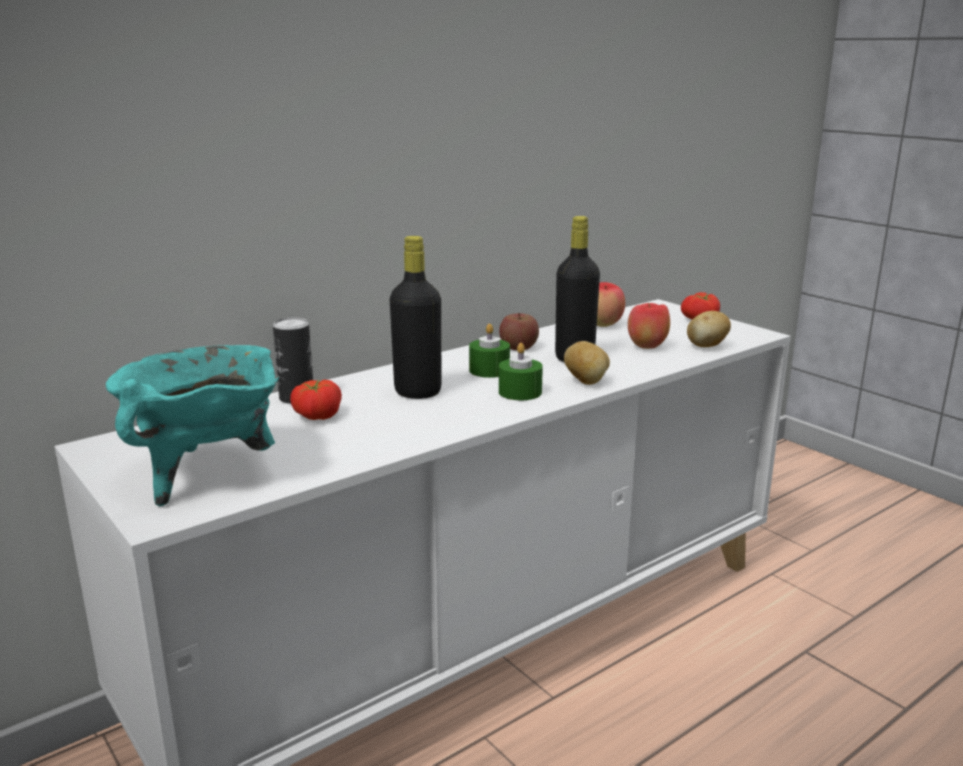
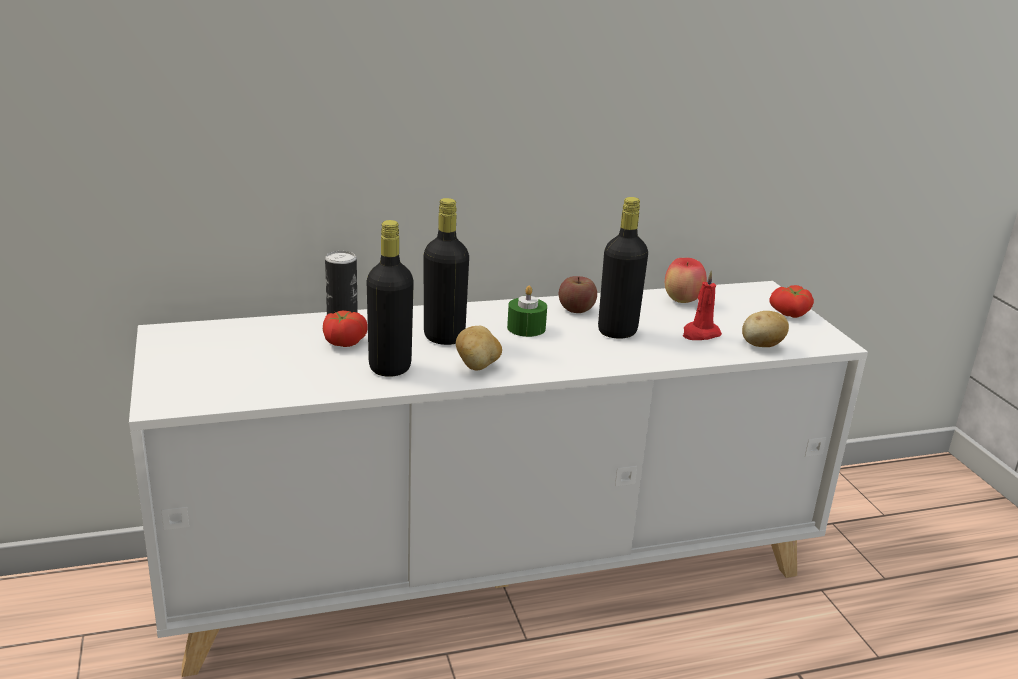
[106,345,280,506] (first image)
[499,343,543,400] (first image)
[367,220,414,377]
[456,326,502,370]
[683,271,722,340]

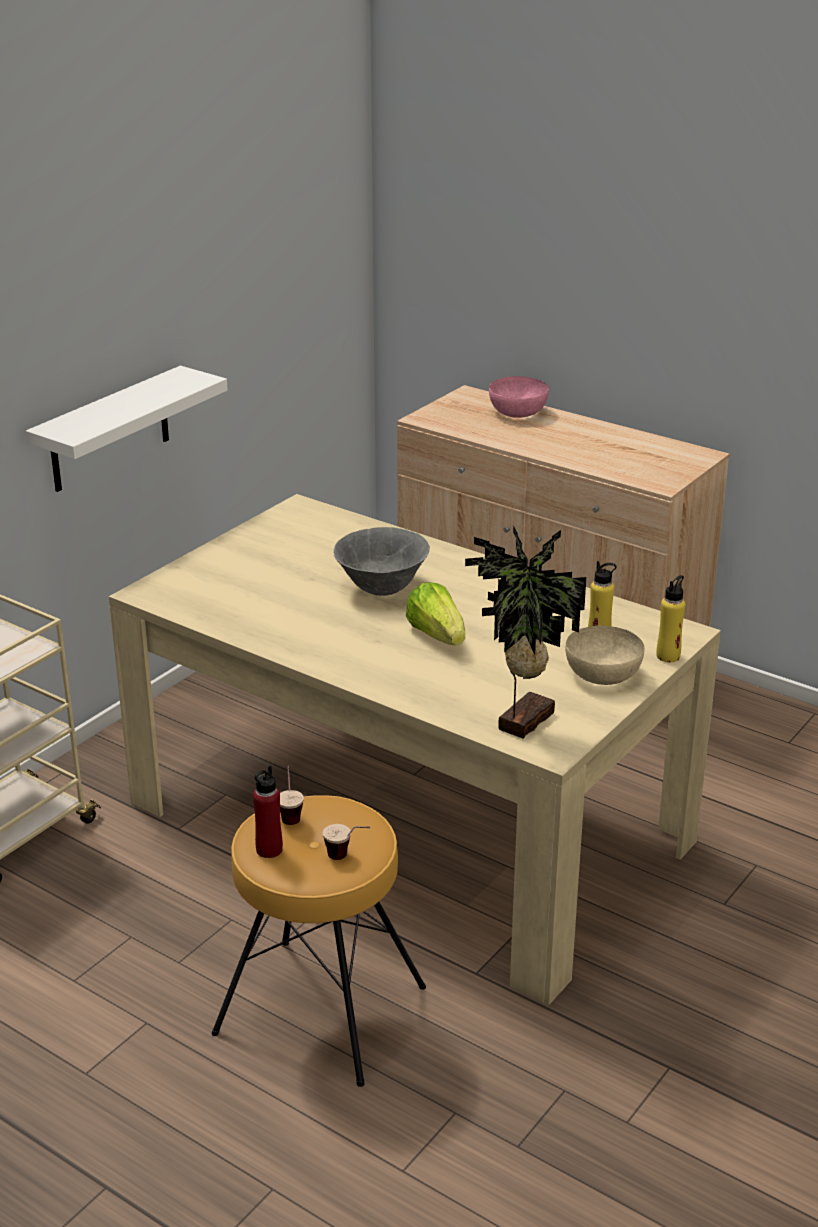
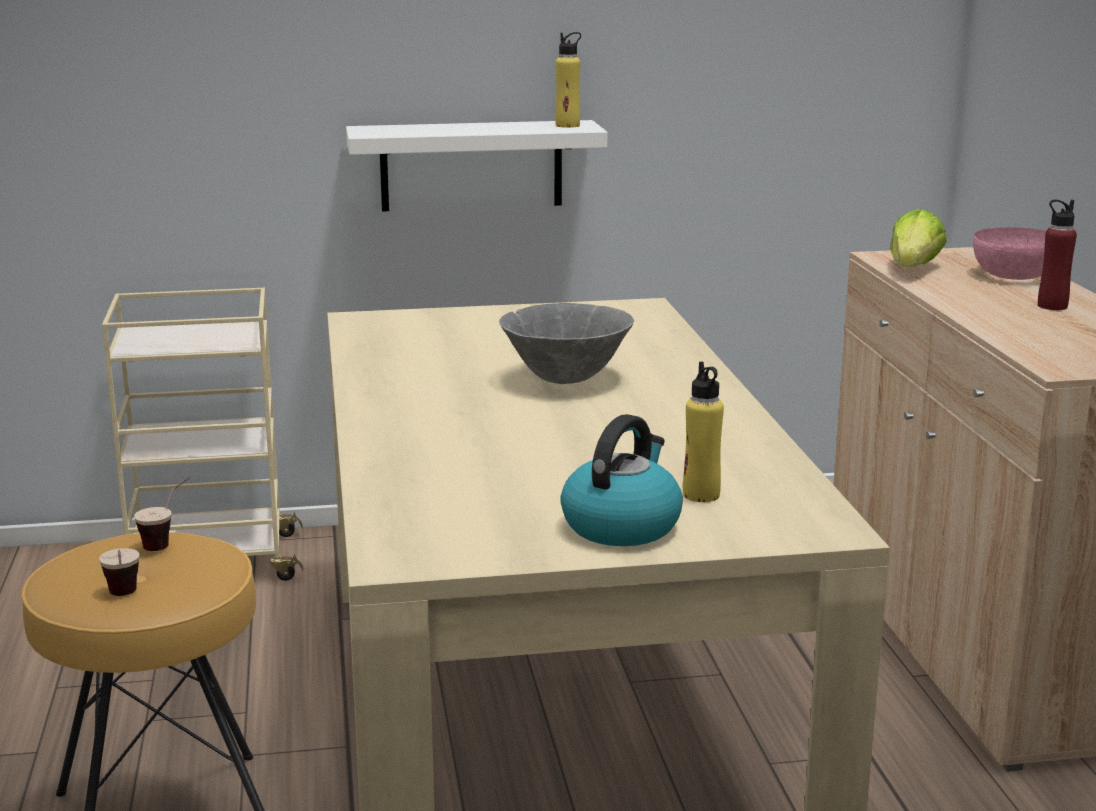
[465,525,586,739] (first image)
[1038,200,1077,310]
[890,209,947,267]
[555,32,581,128]
[560,414,683,546]

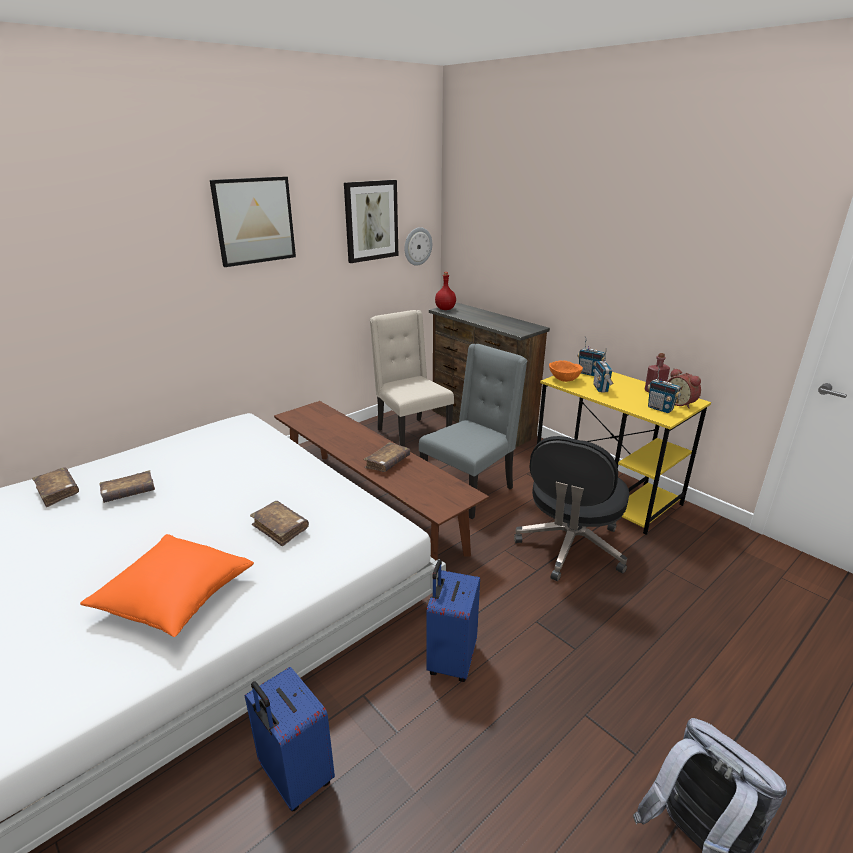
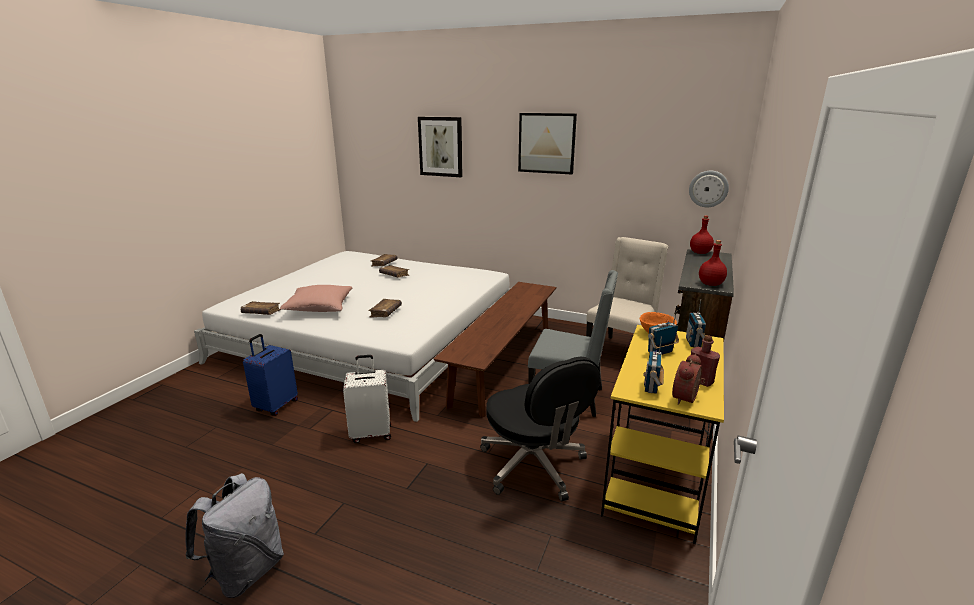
[699,240,727,286]
[418,117,463,177]
[241,301,281,315]
[280,285,352,312]
[343,355,391,443]
[480,357,600,501]

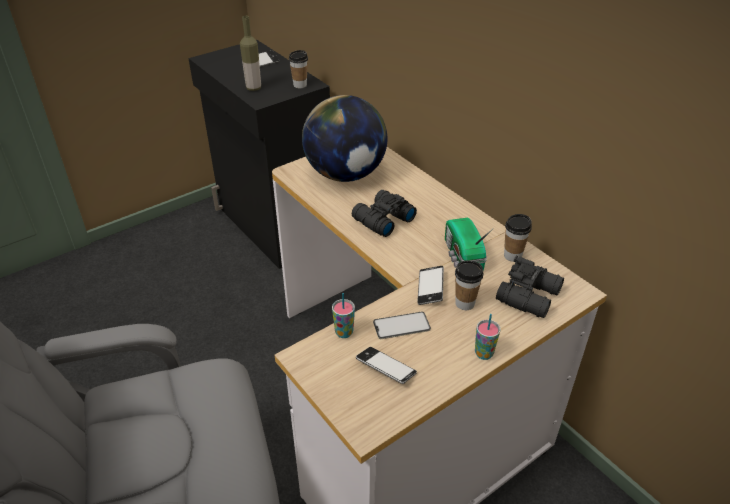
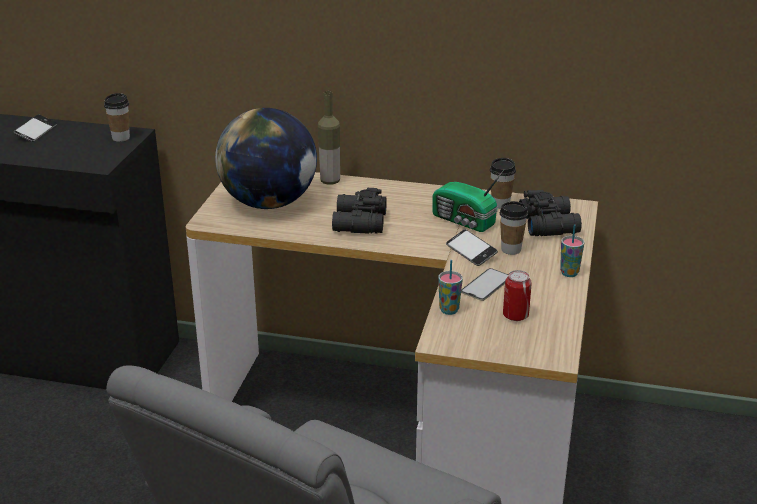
[318,91,340,185]
[503,270,532,321]

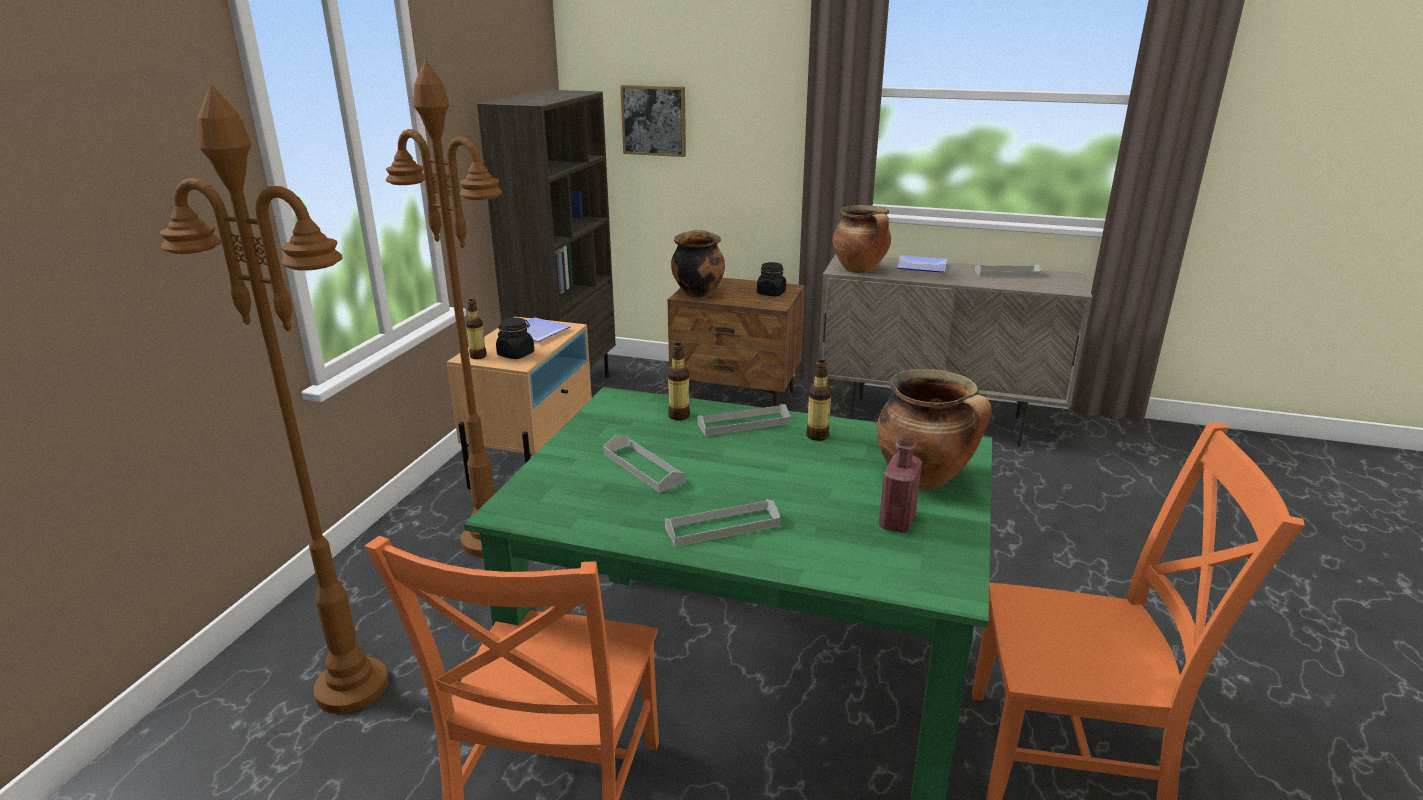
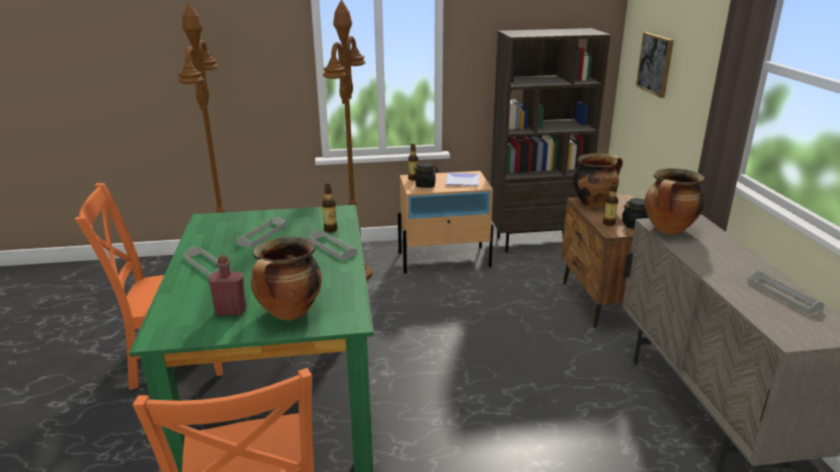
[897,255,947,272] (first image)
[603,183,618,226]

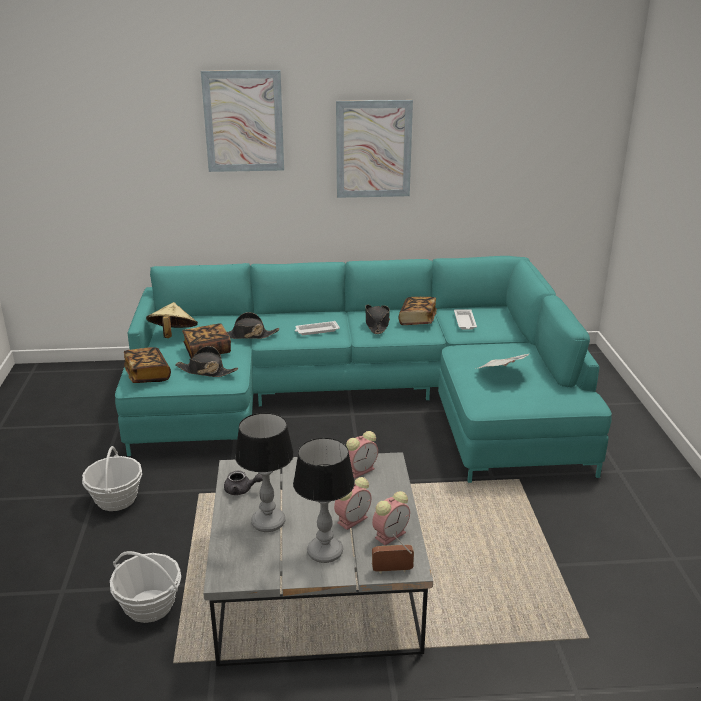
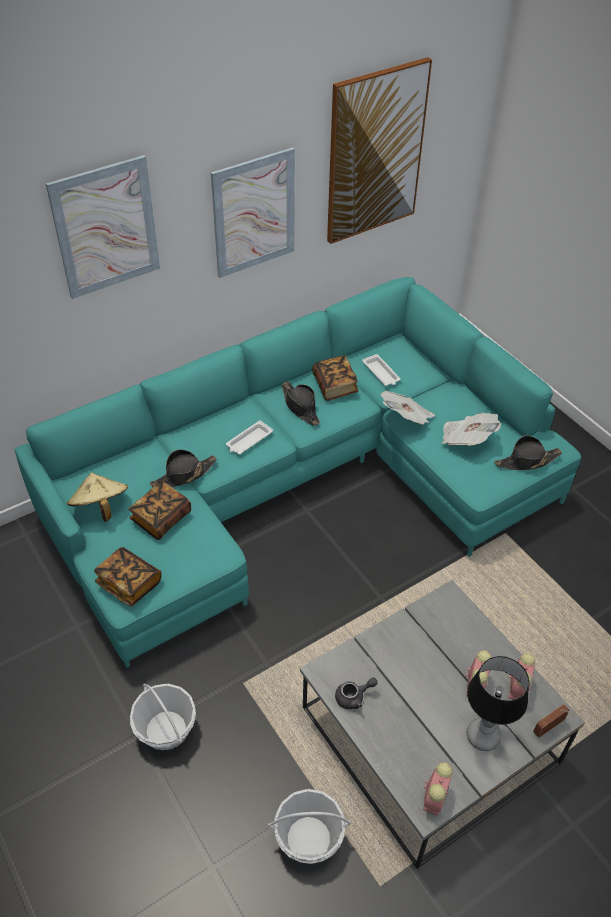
[235,413,294,532] (first image)
[327,57,432,244]
[381,391,435,425]
[494,435,562,470]
[423,762,452,816]

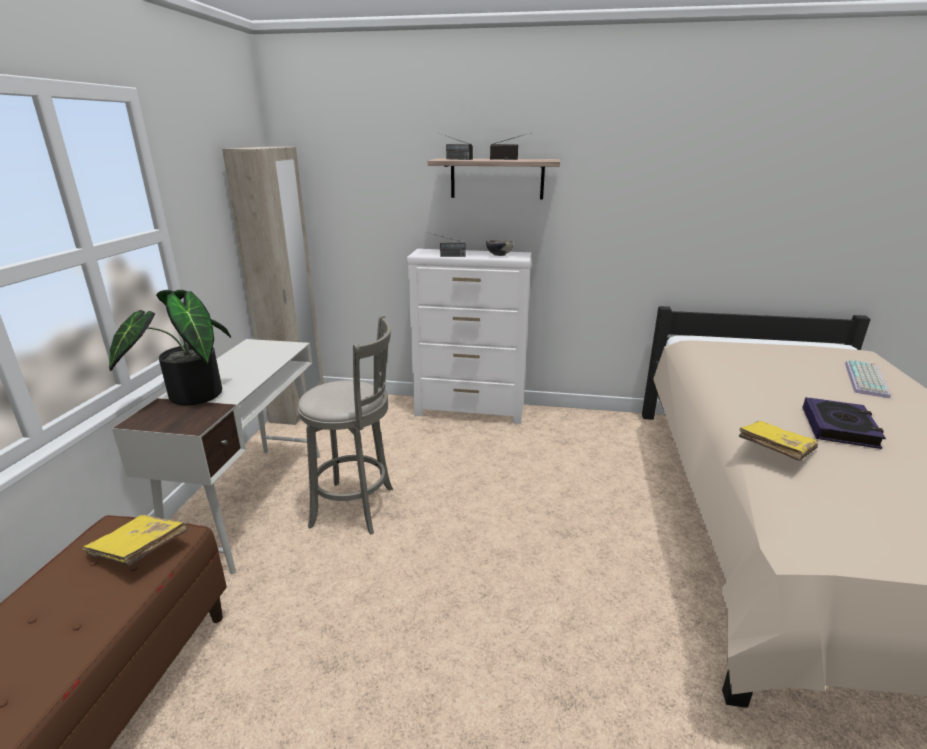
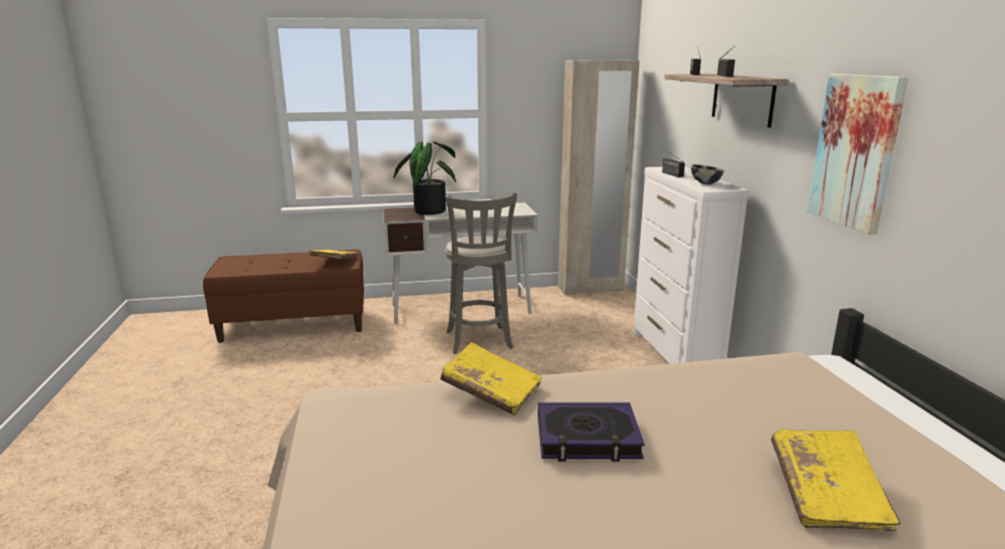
[807,74,908,235]
[771,430,901,531]

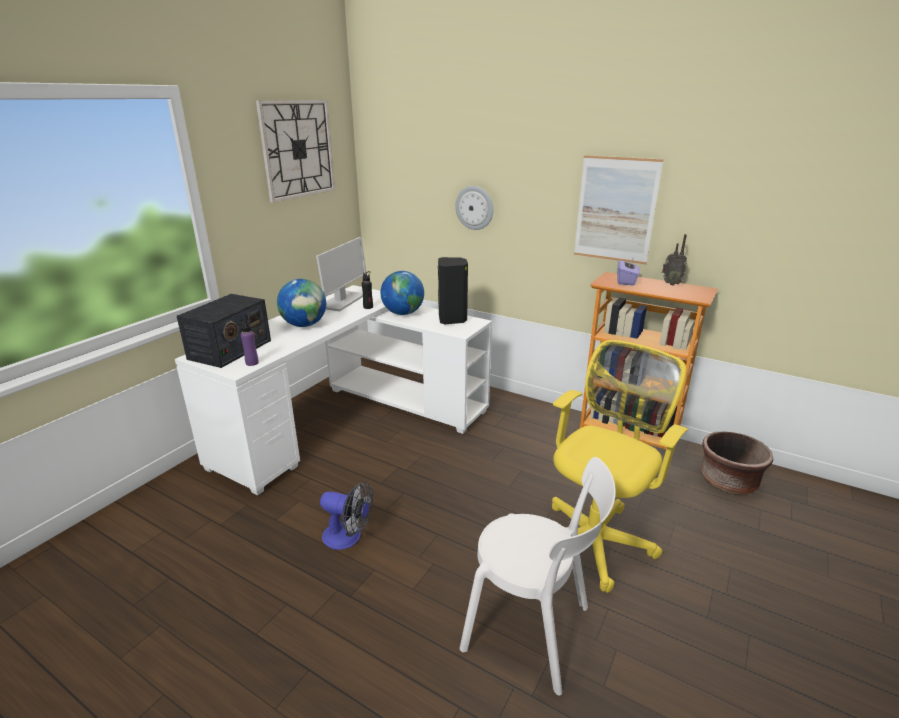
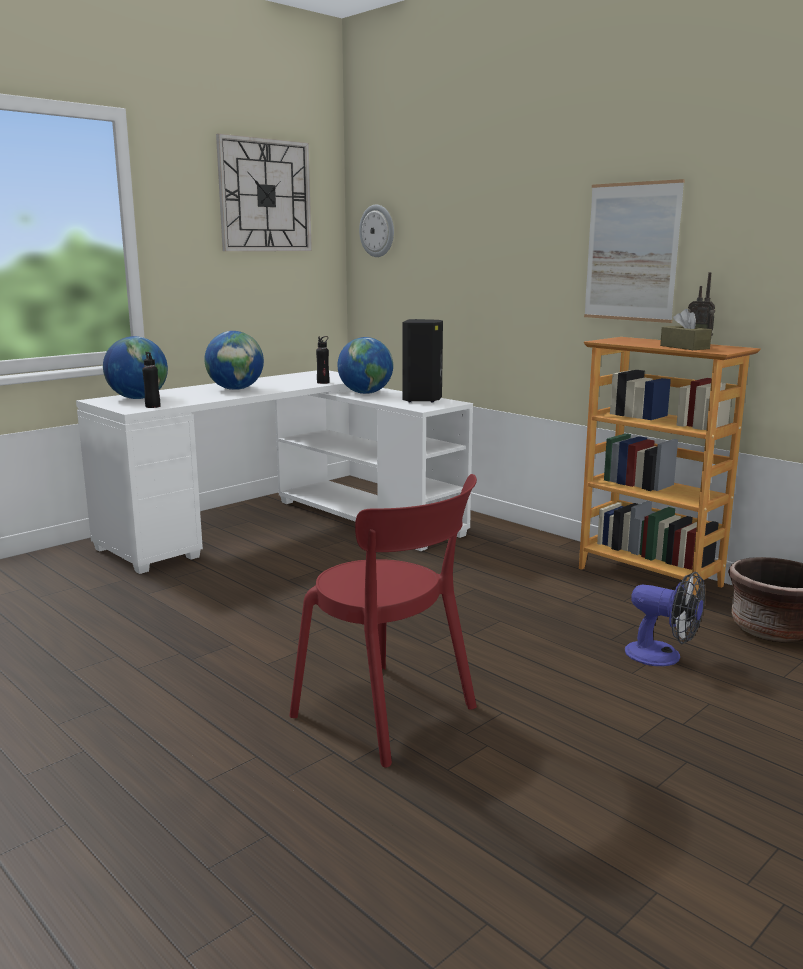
[316,237,366,311] (first image)
[552,340,688,593] (first image)
[617,257,640,286] (first image)
[660,309,712,350]
[625,572,705,666]
[359,204,394,257]
[103,336,168,399]
[142,352,160,408]
[289,474,477,768]

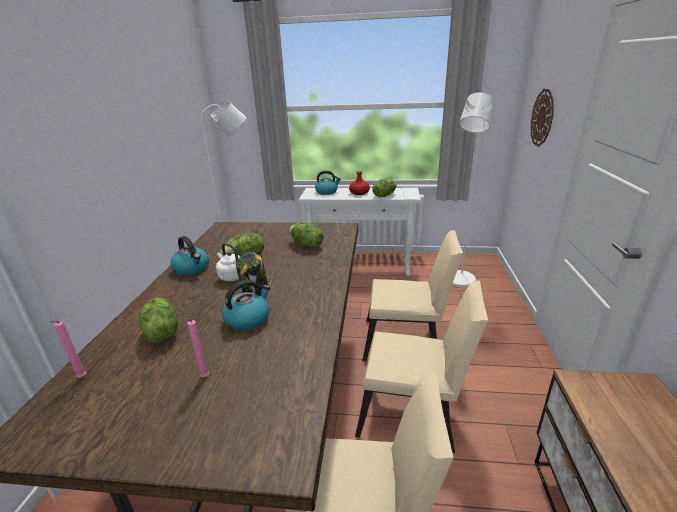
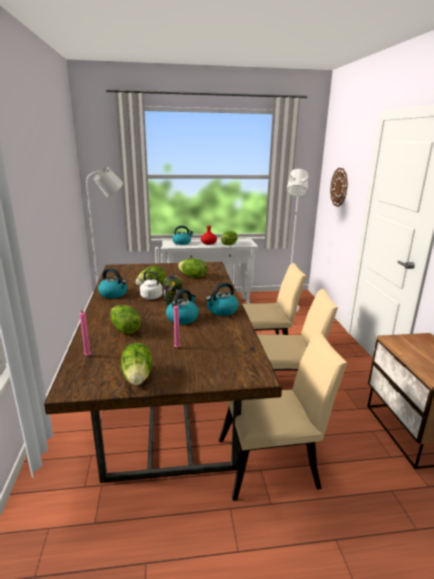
[121,343,152,386]
[206,283,238,316]

